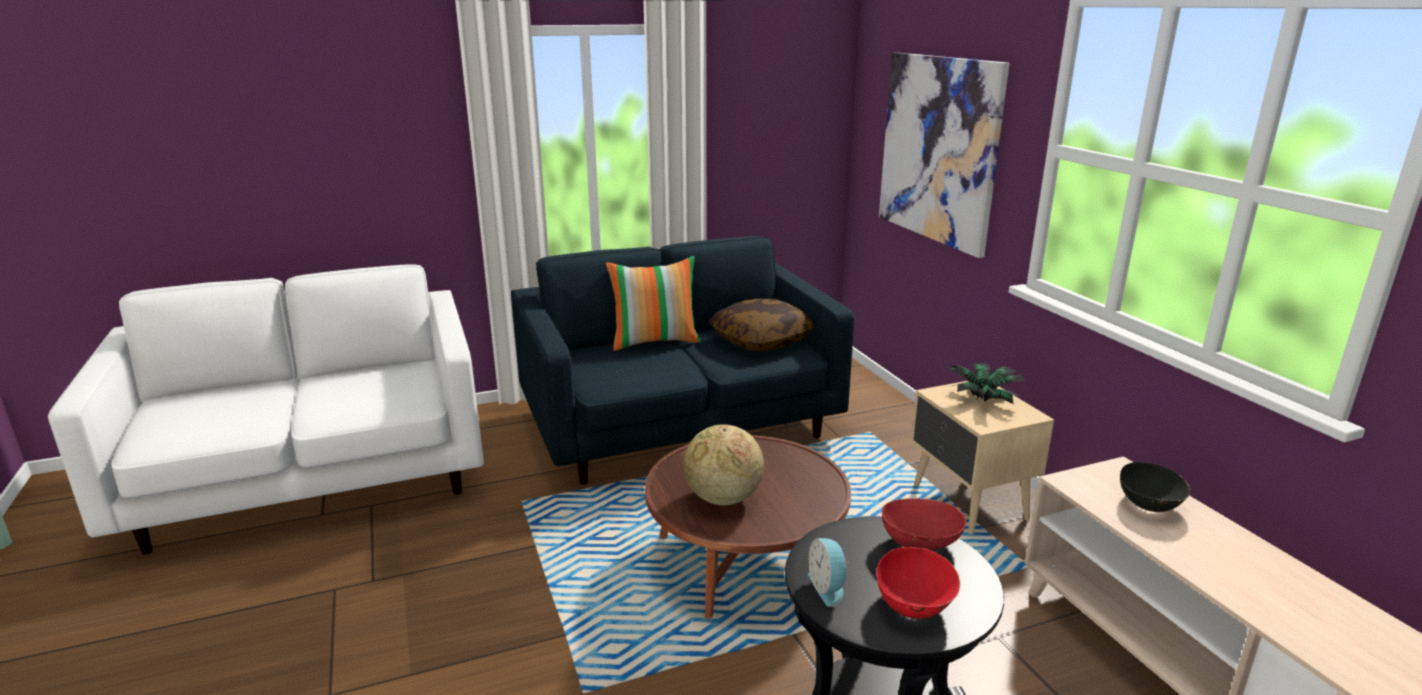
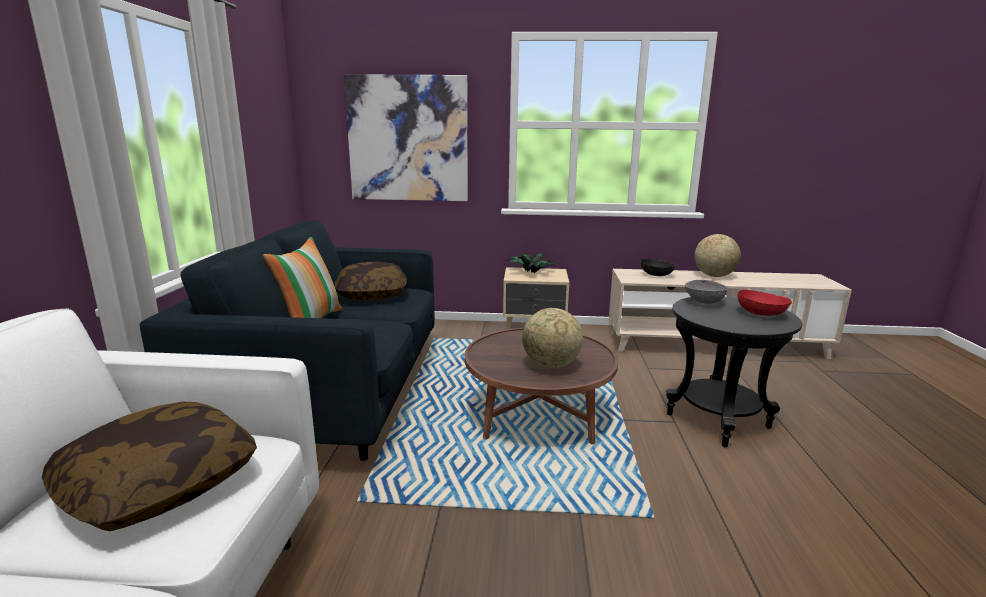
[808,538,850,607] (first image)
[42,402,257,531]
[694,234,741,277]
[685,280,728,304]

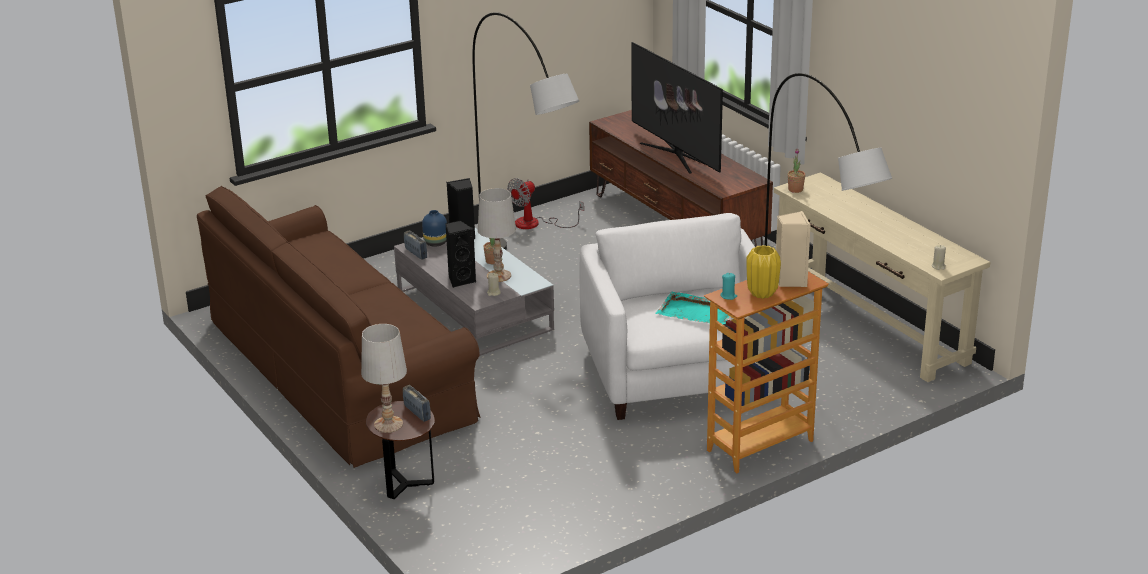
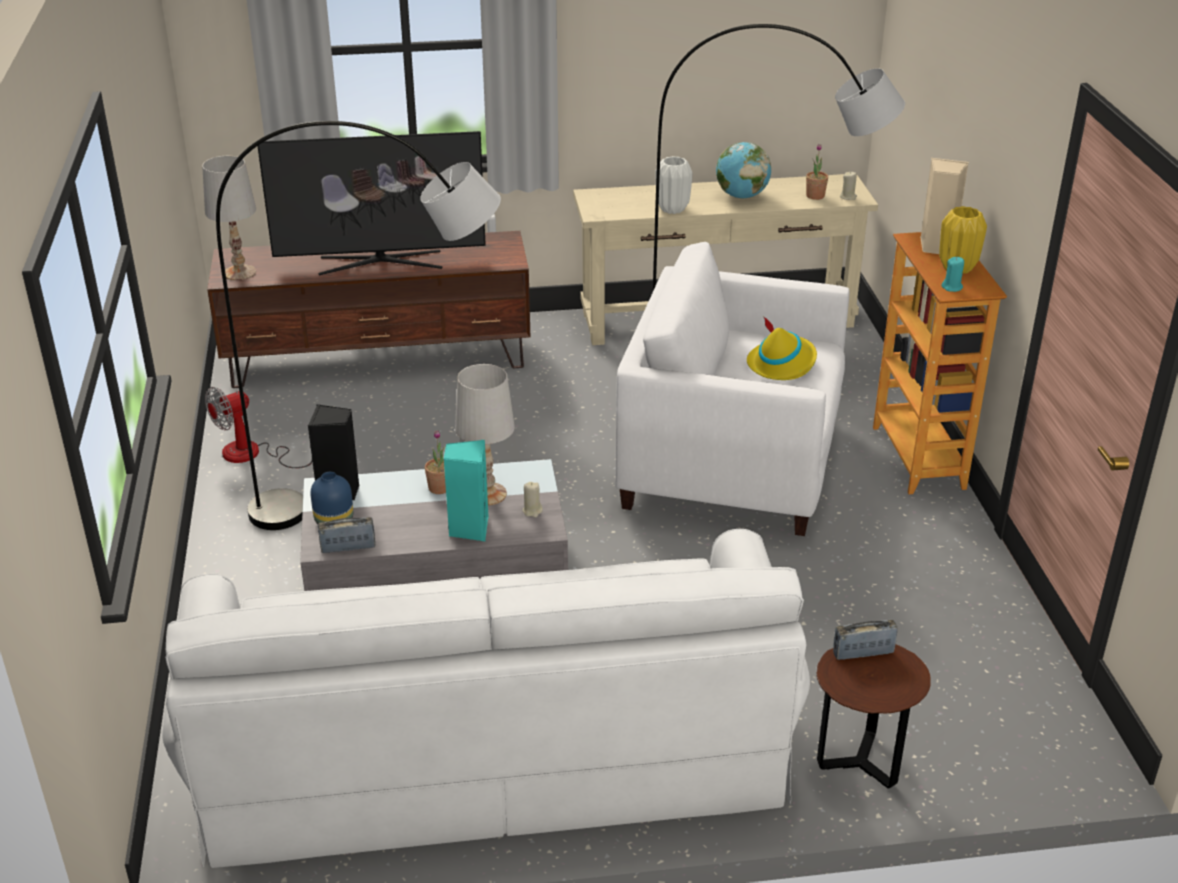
[656,156,693,214]
[716,142,771,198]
[202,156,256,281]
[806,144,828,200]
[747,316,817,380]
[162,529,810,868]
[444,440,489,541]
[205,387,312,468]

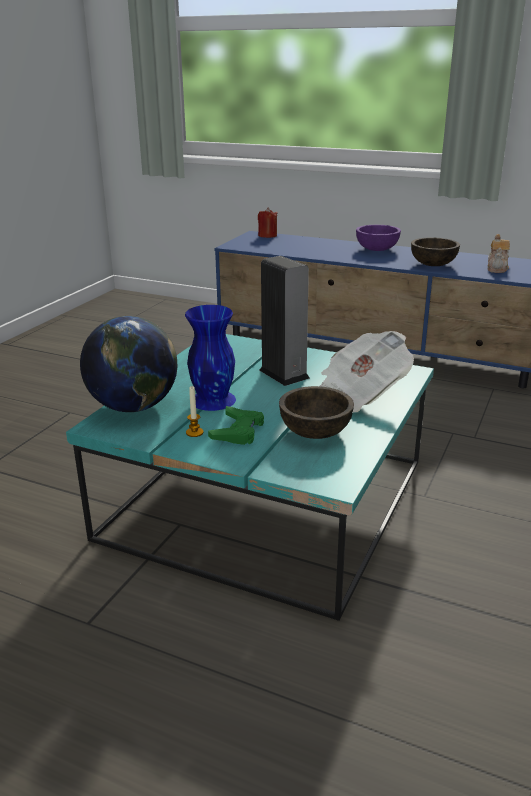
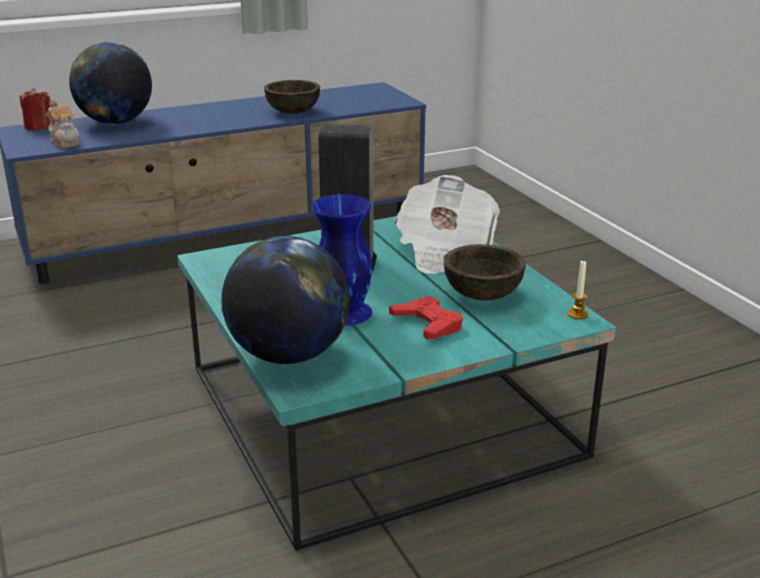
[356,225,401,251] (first image)
[69,42,152,125]
[568,261,588,319]
[46,100,80,148]
[389,296,463,339]

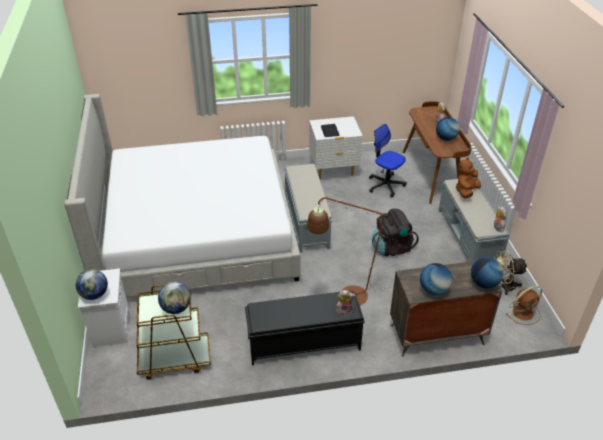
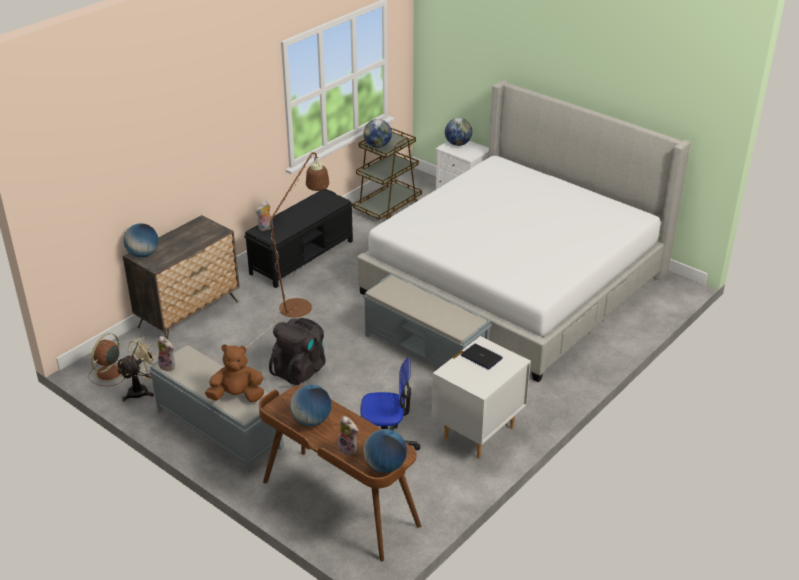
[363,429,407,473]
[205,344,264,403]

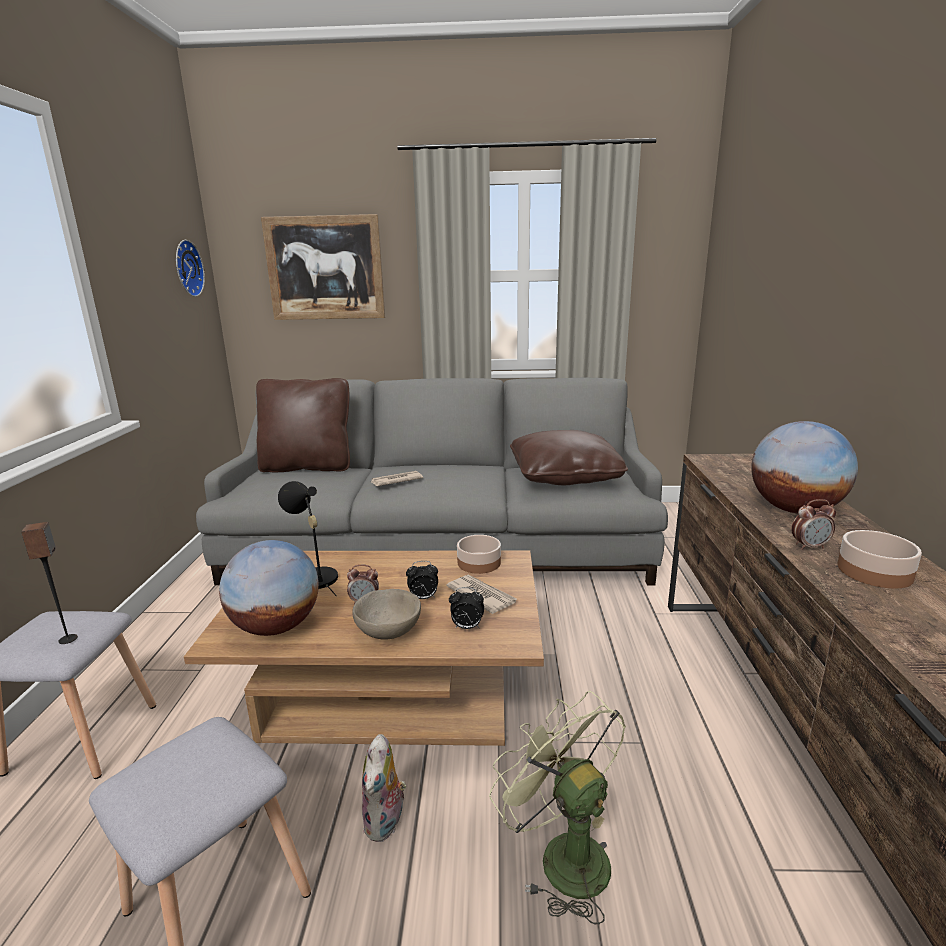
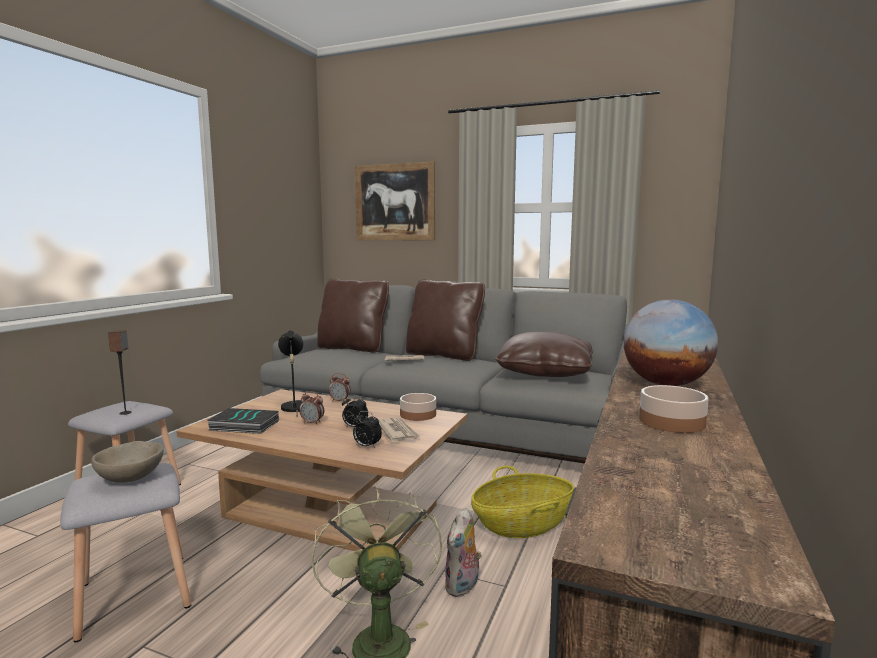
[176,240,205,297] (first image)
[406,279,485,361]
[471,466,574,538]
[91,441,164,483]
[444,508,482,597]
[329,373,351,401]
[207,408,279,434]

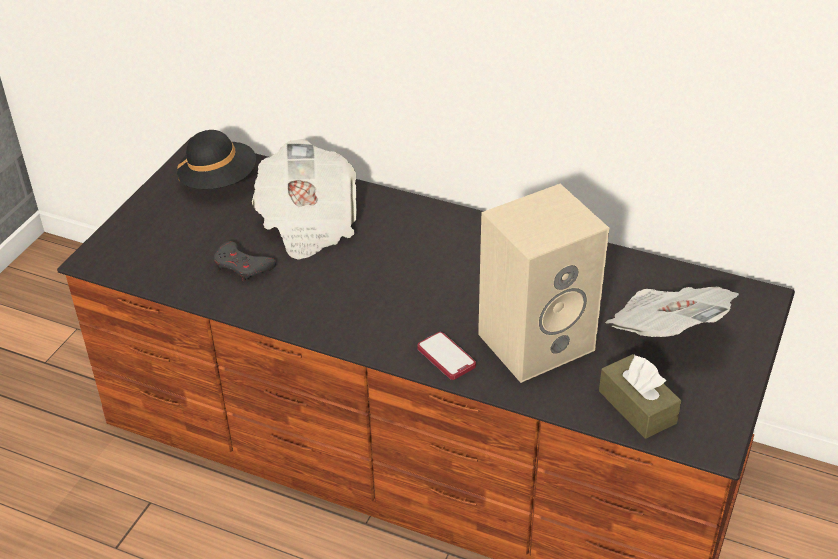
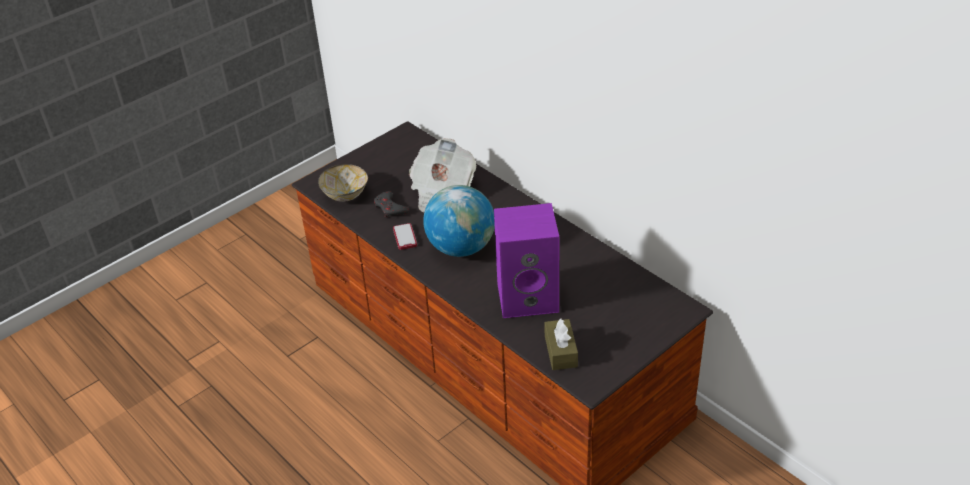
[177,130,256,189] (first image)
[605,287,739,337] (first image)
[318,164,368,202]
[423,185,495,257]
[393,223,417,250]
[494,203,559,318]

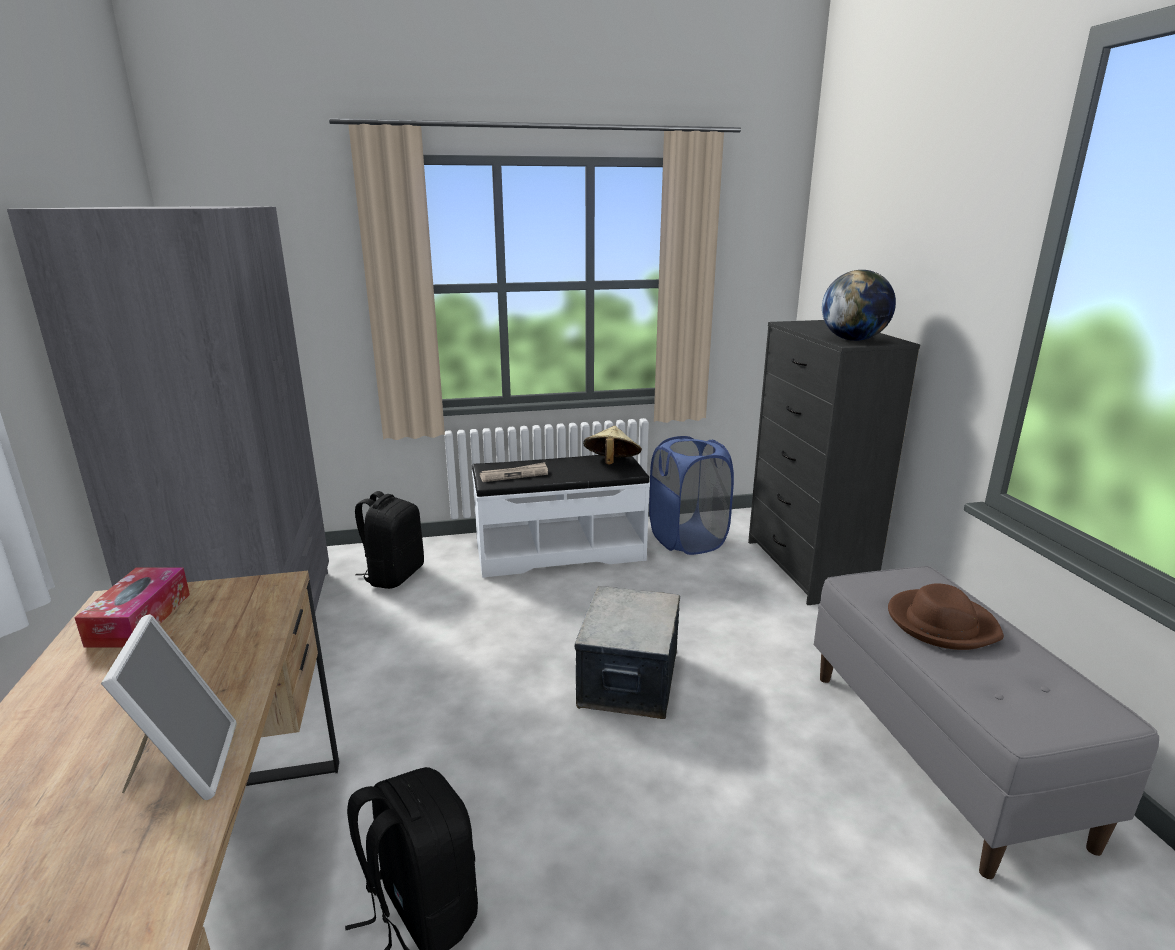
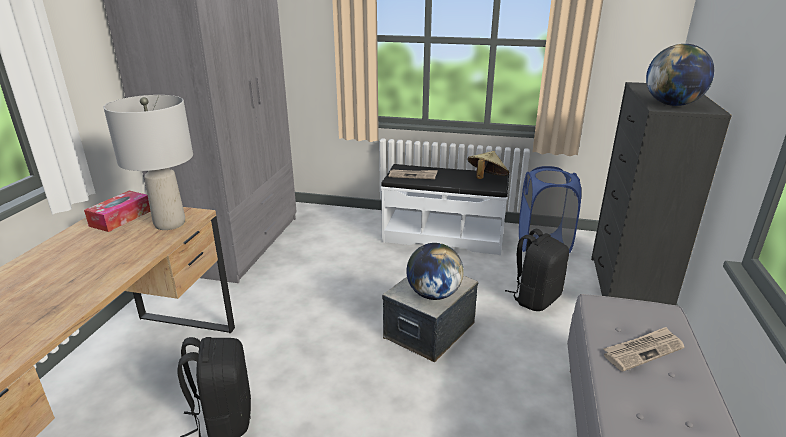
[101,614,237,800] (first image)
[103,95,193,230]
[406,243,464,300]
[505,229,569,311]
[603,327,684,372]

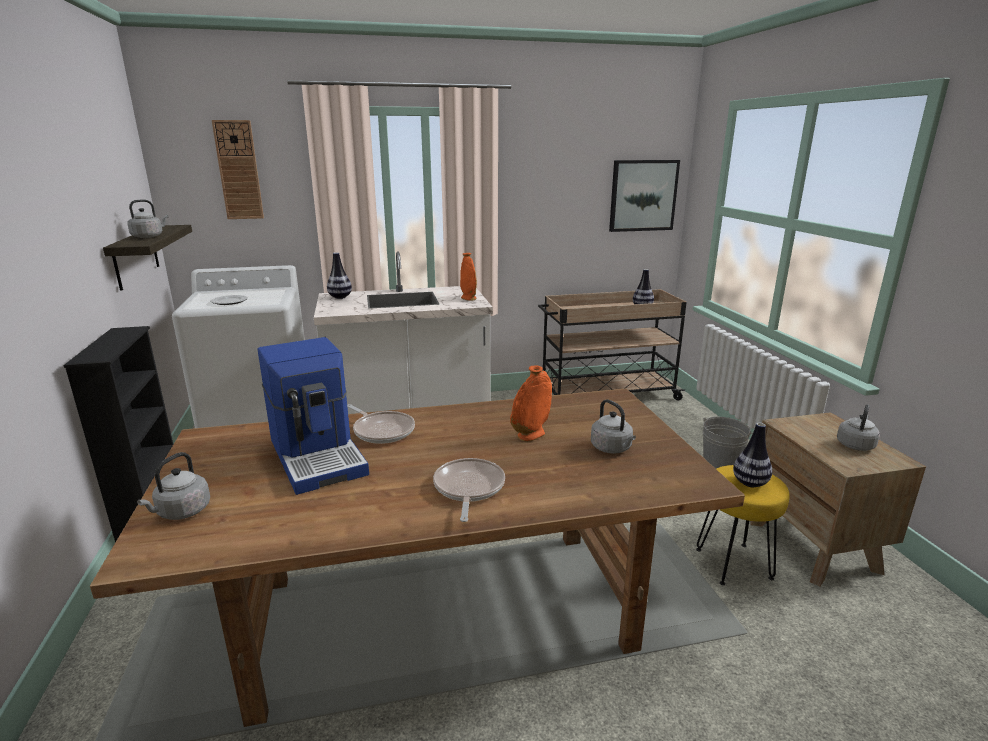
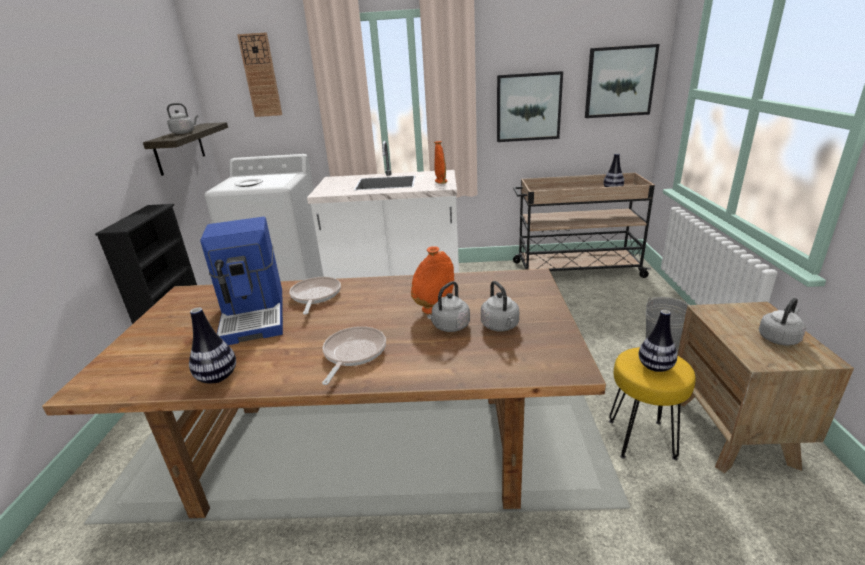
[497,71,563,142]
[427,281,470,332]
[189,308,236,384]
[289,277,341,315]

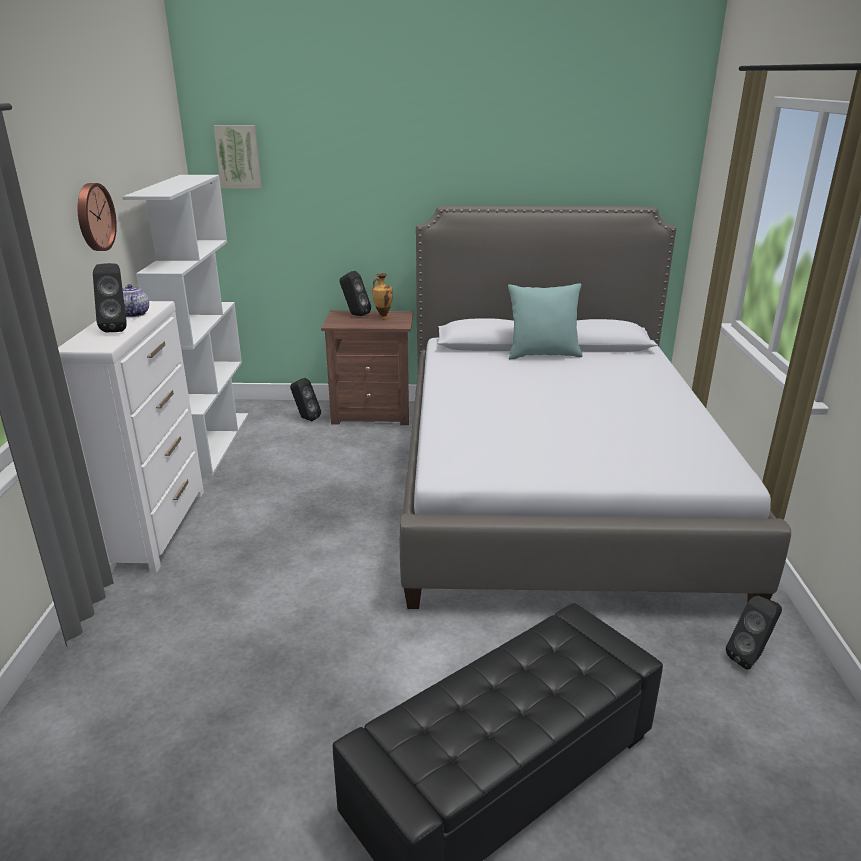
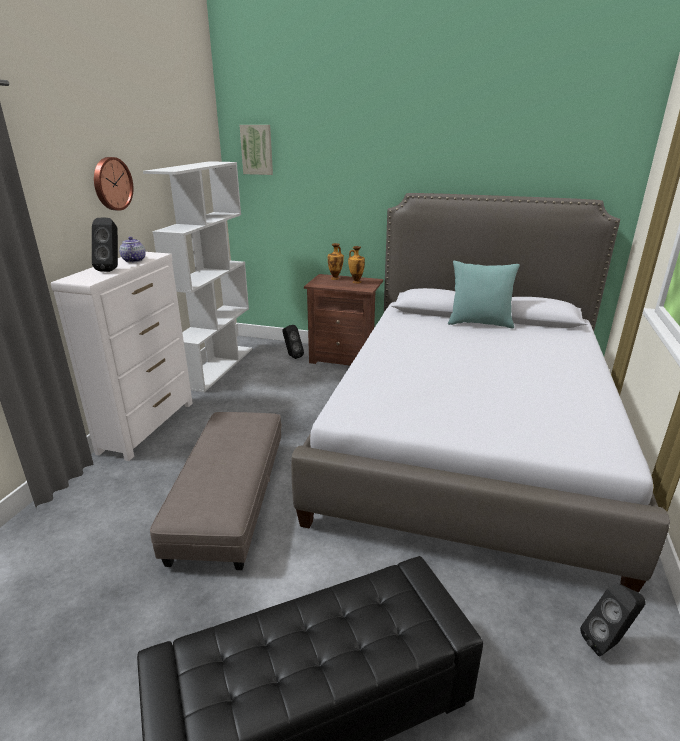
[150,412,282,570]
[328,243,344,280]

